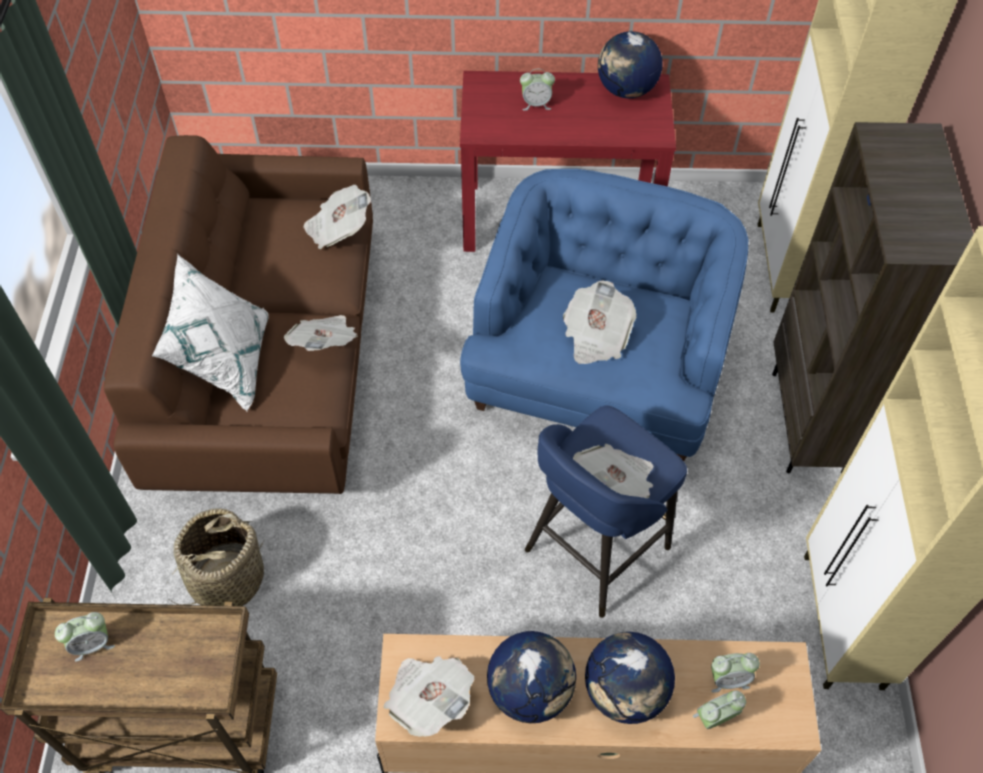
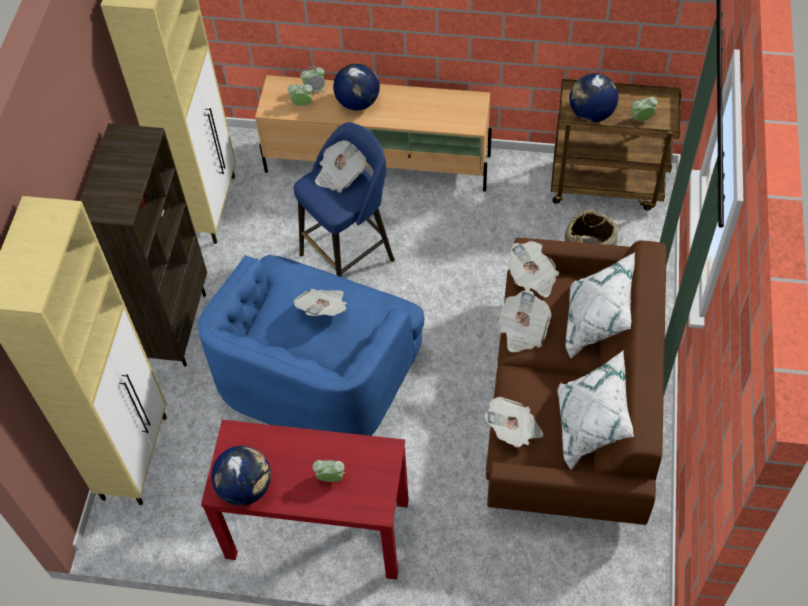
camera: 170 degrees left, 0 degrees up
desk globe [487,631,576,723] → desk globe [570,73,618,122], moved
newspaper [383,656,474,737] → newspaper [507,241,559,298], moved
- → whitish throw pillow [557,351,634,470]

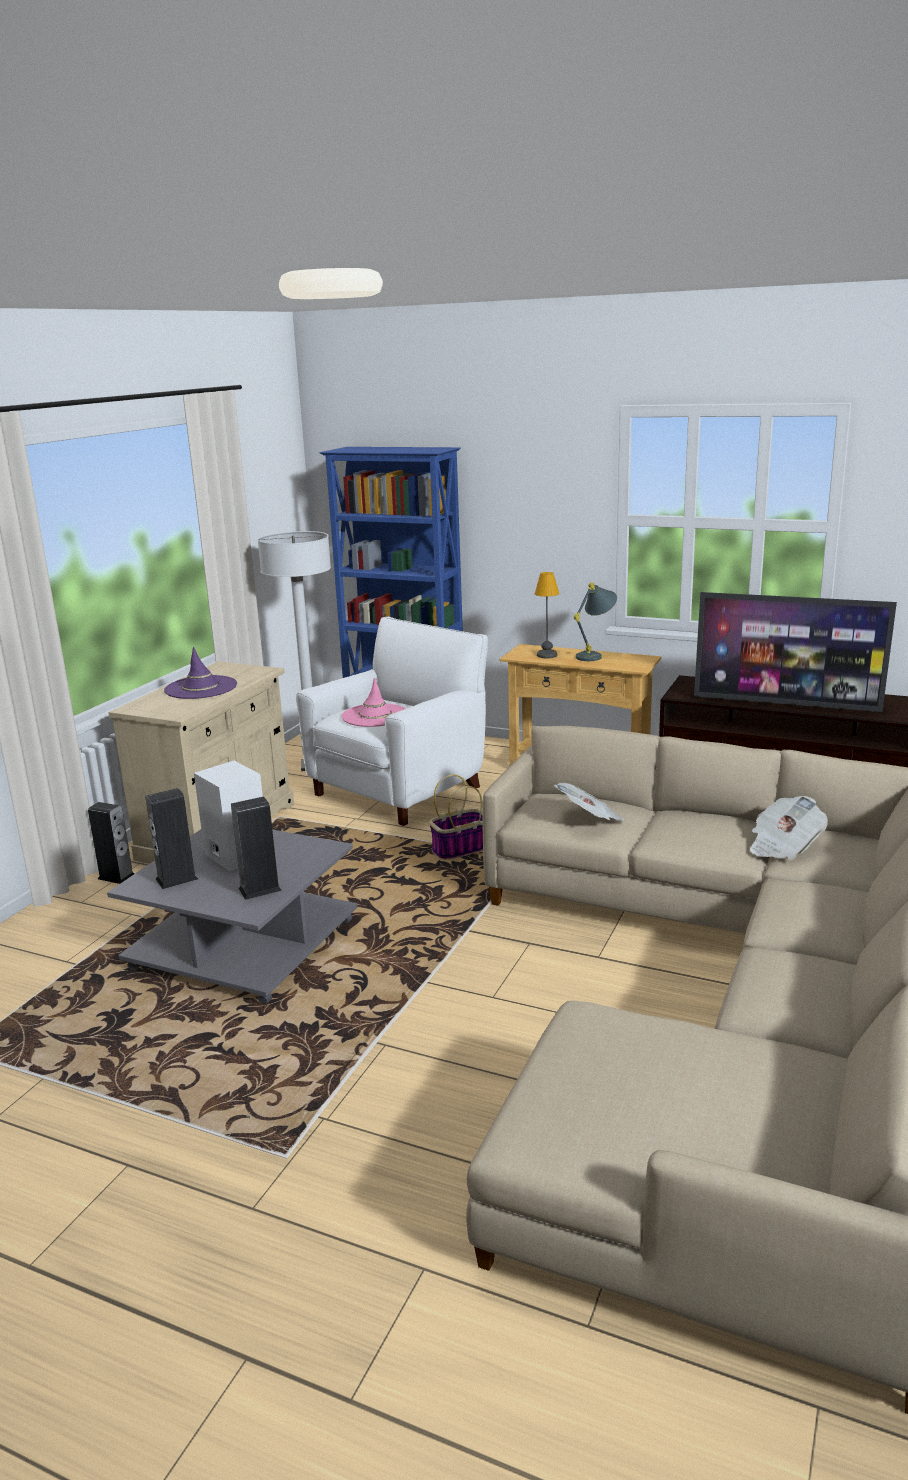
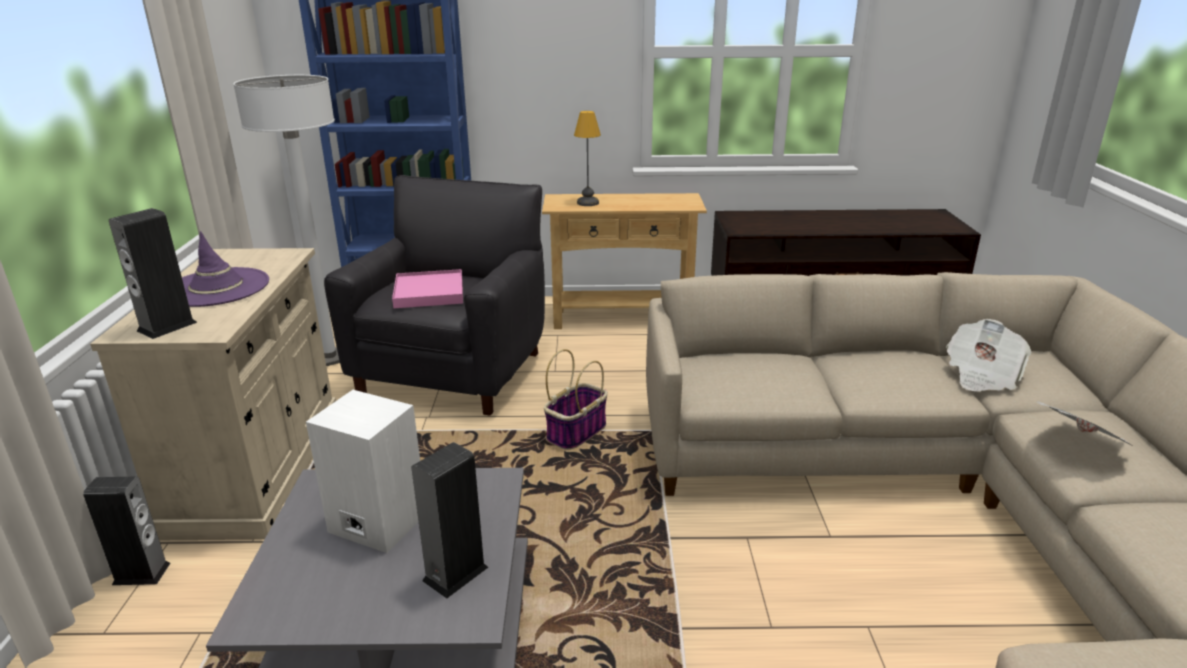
camera: 25 degrees left, 5 degrees up
gray table lamp [573,582,617,661] → -
TV [694,592,897,712] → -
whitish lounge chair [296,617,488,826] → black-coloured lounge chair [324,175,545,416]
pink-coloured wearable hat [342,677,406,727] → pink-coloured serving tray [392,269,463,308]
newspaper [554,783,626,821] → newspaper [1036,401,1132,446], moved
speaker [145,788,198,889] → speaker [109,208,197,339], moved

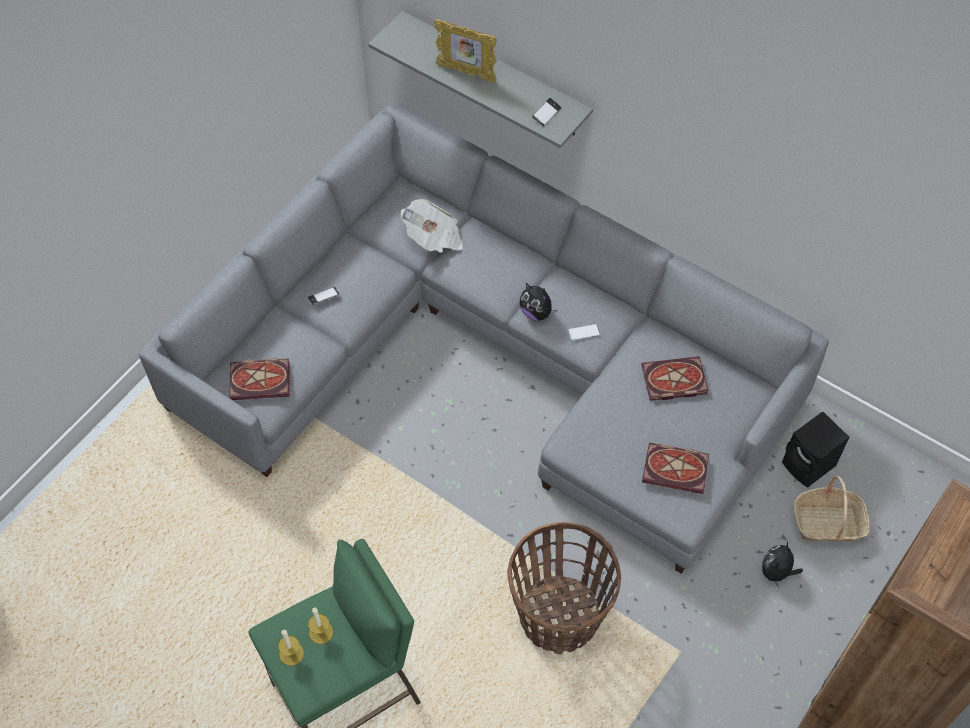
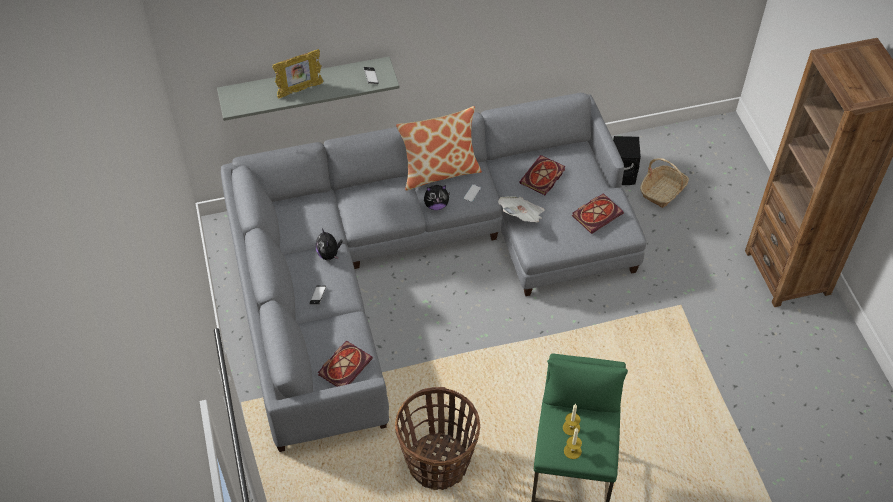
camera: 50 degrees left, 5 degrees down
newspaper [401,199,463,253] → newspaper [498,196,545,222], moved
household basket [507,522,621,654] → household basket [395,387,480,490], moved
soft toy [762,541,803,588] → soft toy [316,228,343,260], moved
- → throw pillow [396,106,482,191]

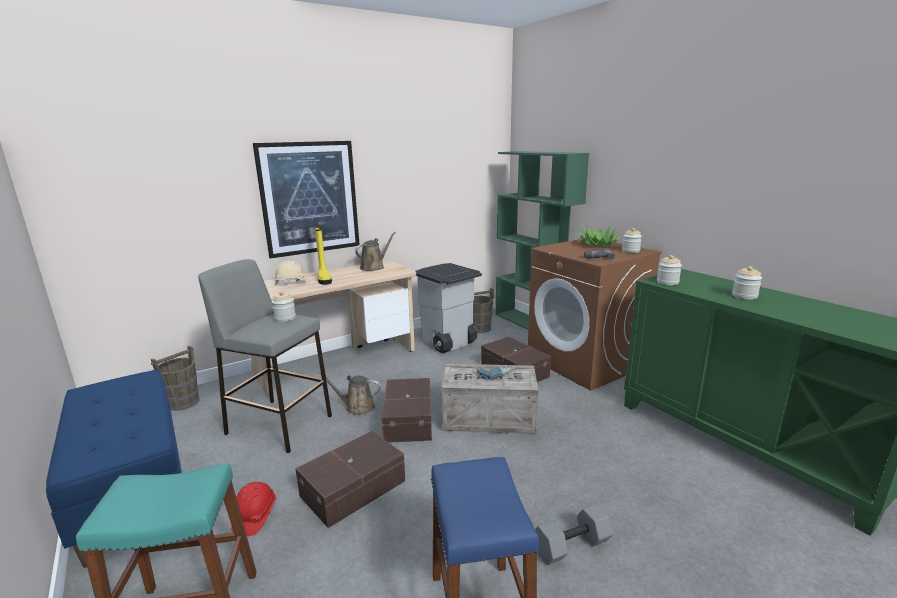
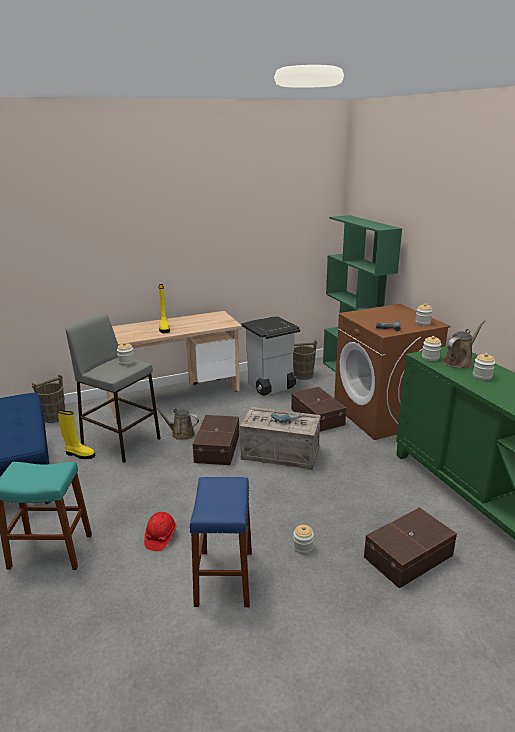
camera: 10 degrees right, 5 degrees up
picture [253,141,360,259] → -
potted plant [576,225,622,247] → -
brown-coloured sprinkling can [355,232,396,271] → brown-coloured sprinkling can [443,320,486,368], moved
sand-coloured hard hat [274,261,309,285] → -
brown-coloured storage box [295,431,405,528] → brown-coloured storage box [364,507,457,588], moved
reddish hard hat [231,482,276,536] → reddish hard hat [144,512,176,551], moved
gray free weight [535,504,613,565] → storage jar [293,525,314,554]
- → yellow-coloured tall boot [58,410,95,459]

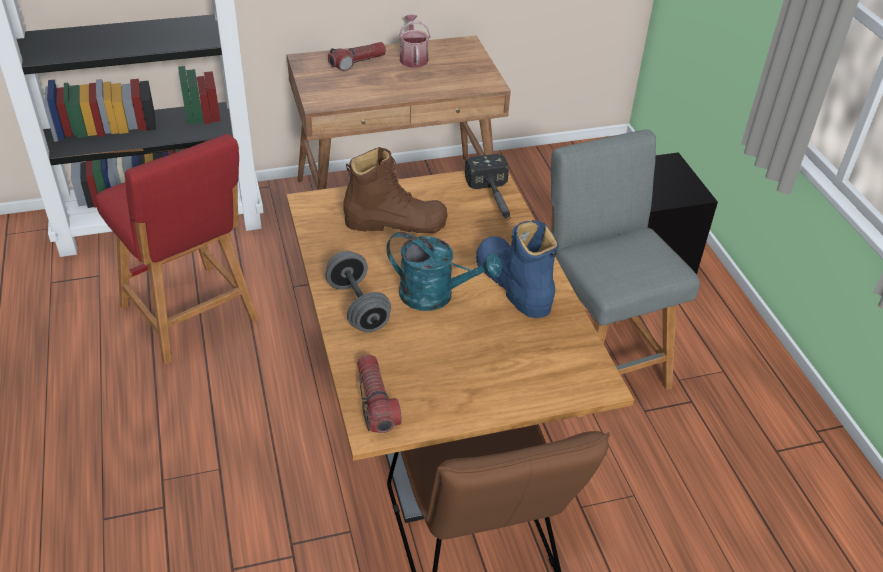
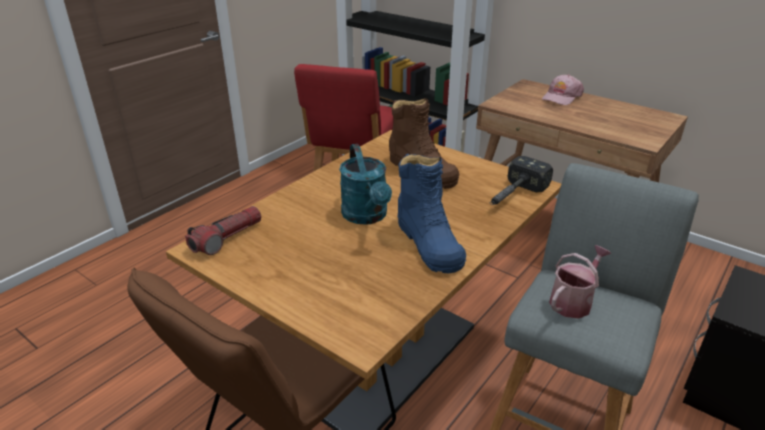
camera: 55 degrees right, 10 degrees down
sprinkling can [398,15,431,68] → sprinkling can [549,245,612,318], moved
hand torch [328,42,386,71] → pink-coloured baseball cap [542,74,584,105]
blue-coloured tall boot [476,220,559,318] → blue-coloured tall boot [398,154,466,274], 135 degrees clockwise
gray free weight [325,251,391,332] → -

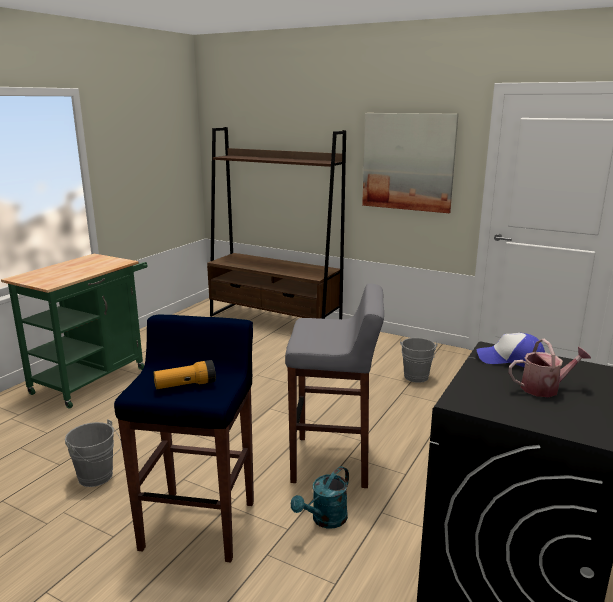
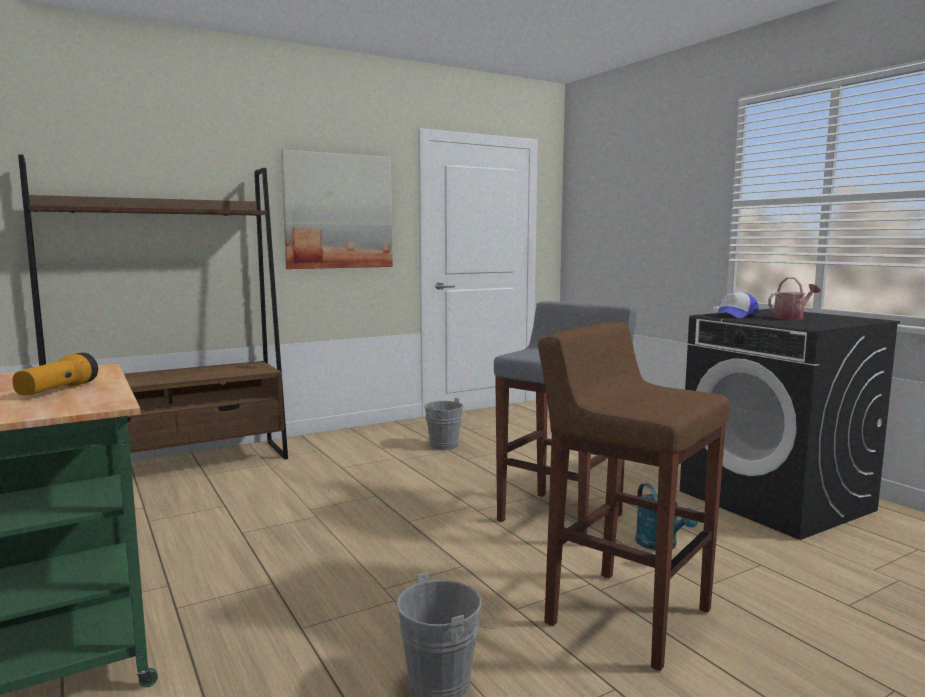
camera: 60 degrees left, 10 degrees down
blue-coloured stool [114,315,254,563] → brown-coloured stool [538,322,730,671]
sprinkling can [508,339,592,397] → sprinkling can [768,277,820,320], 45 degrees clockwise
hand torch [153,360,216,389] → hand torch [13,352,98,395], moved

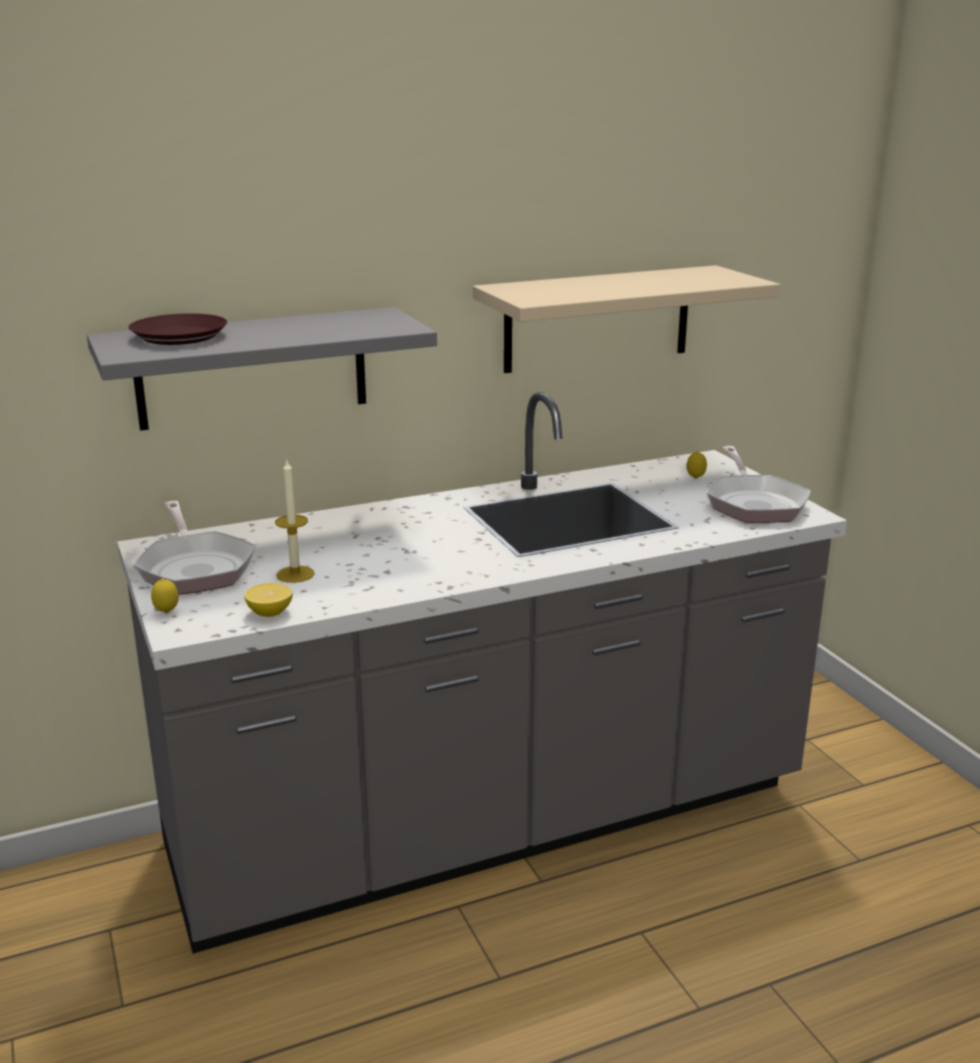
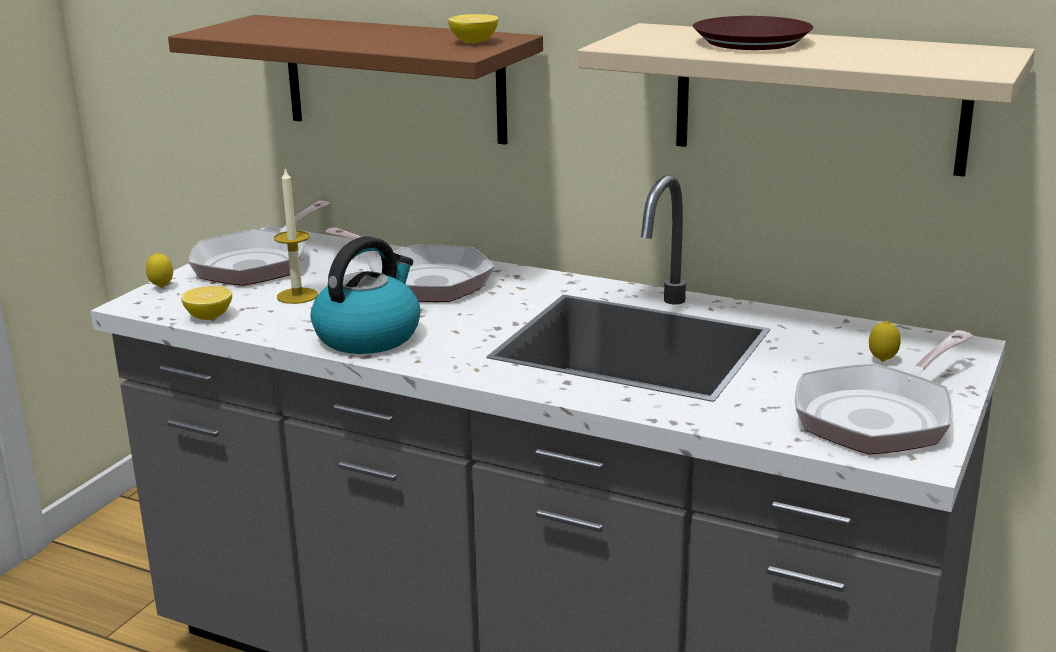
camera: 50 degrees right, 0 degrees up
gray bracket shelf [87,307,437,431] → brown-coloured bracket shelf [168,15,543,145]
brown-coloured plate [128,313,227,345] → brown-coloured plate [693,16,813,50], moved
- → whole lemon [448,14,498,44]
- → frying pan [325,227,494,302]
- → kettle [311,236,420,354]

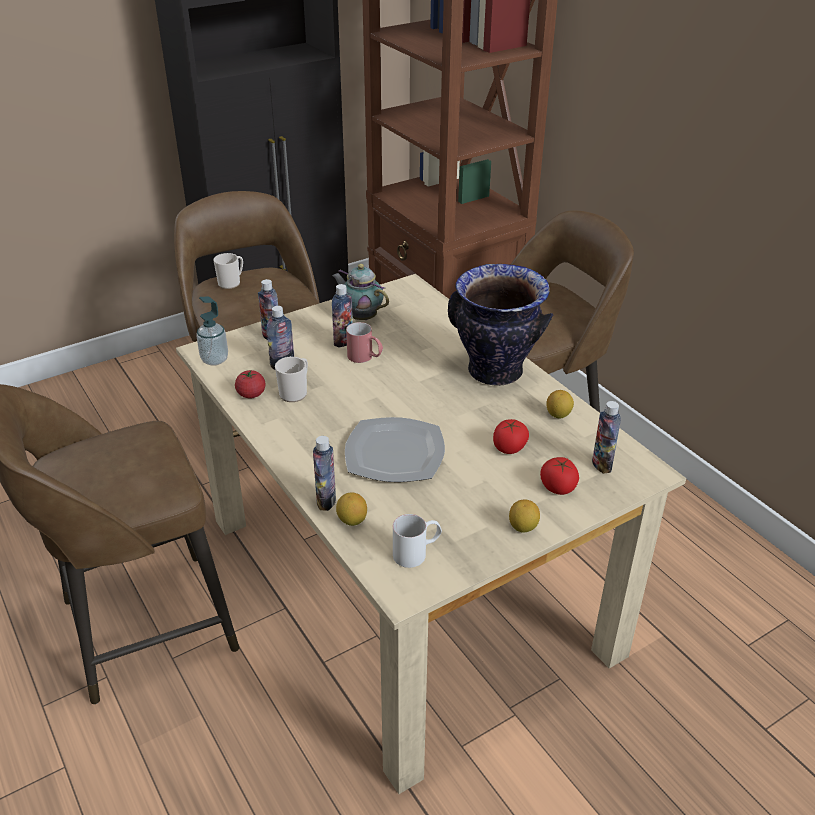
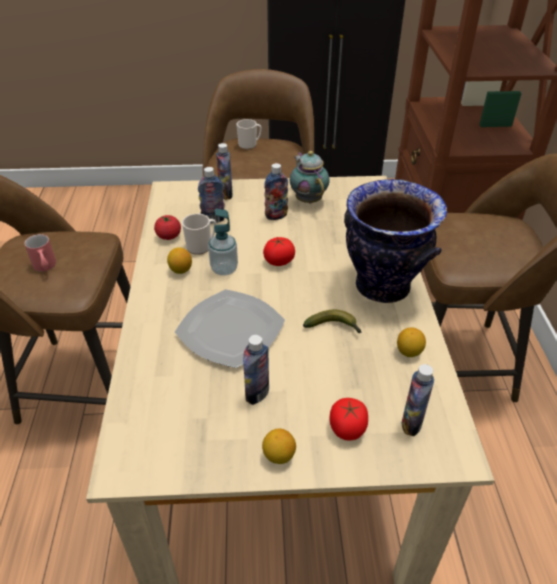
camera: 30 degrees right, 5 degrees up
liquid soap bottle [196,297,228,366] → liquid soap bottle [208,208,238,276], moved
reddish coffee mug [346,322,383,363] → reddish coffee mug [24,234,56,271], moved
whole tomato [493,419,529,454] → whole tomato [263,237,295,266], moved
beverage bottle [313,436,336,511] → beverage bottle [243,335,269,405], moved
whole lemon [336,492,367,526] → whole lemon [167,247,192,274], moved
whitish coffee mug [393,514,442,568] → -
- → whole banana [303,310,362,333]

